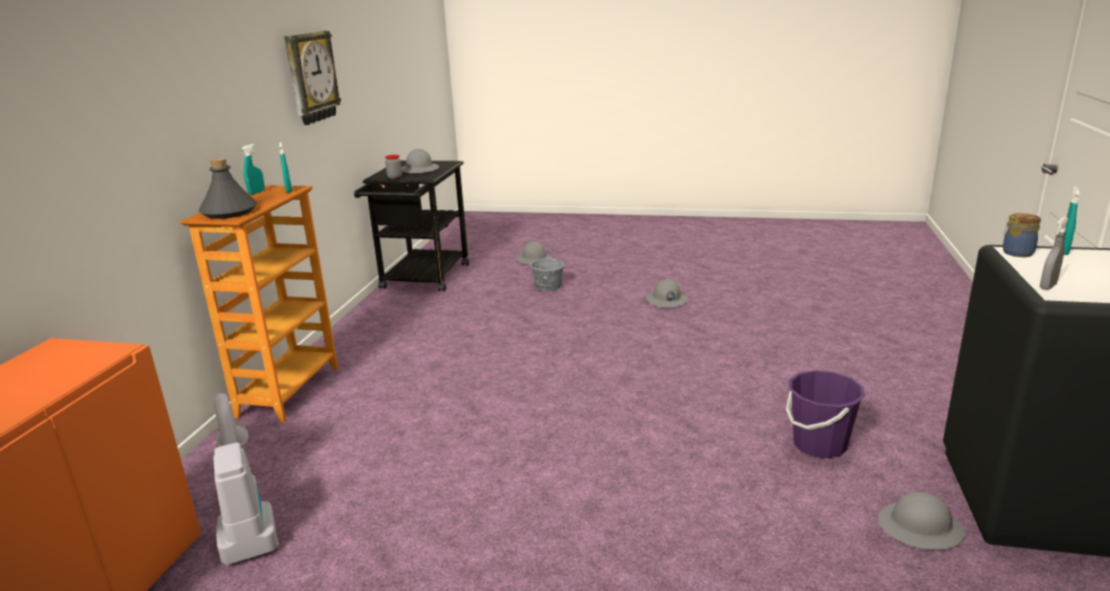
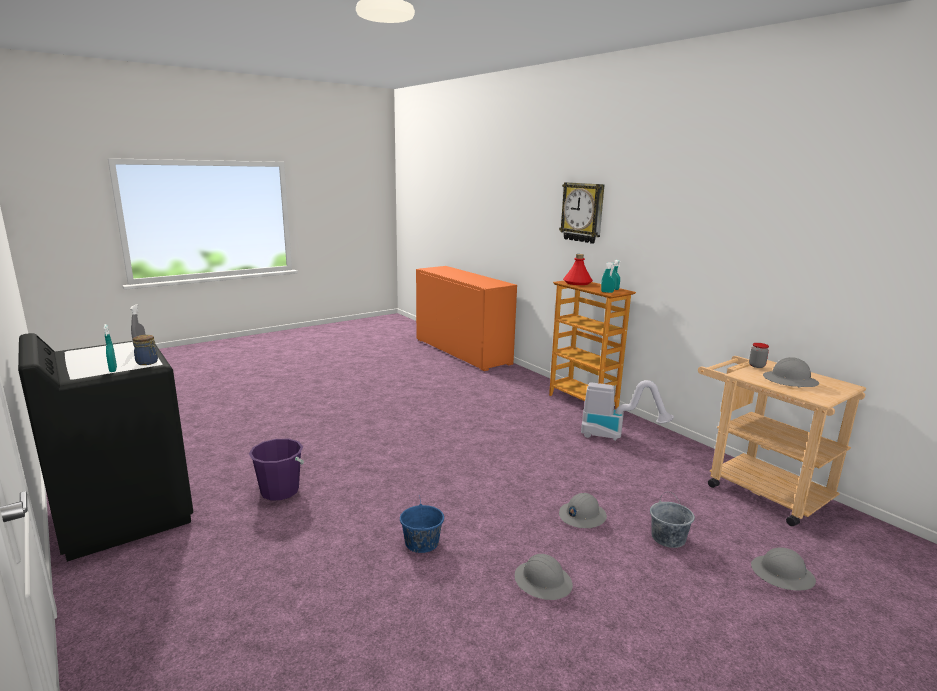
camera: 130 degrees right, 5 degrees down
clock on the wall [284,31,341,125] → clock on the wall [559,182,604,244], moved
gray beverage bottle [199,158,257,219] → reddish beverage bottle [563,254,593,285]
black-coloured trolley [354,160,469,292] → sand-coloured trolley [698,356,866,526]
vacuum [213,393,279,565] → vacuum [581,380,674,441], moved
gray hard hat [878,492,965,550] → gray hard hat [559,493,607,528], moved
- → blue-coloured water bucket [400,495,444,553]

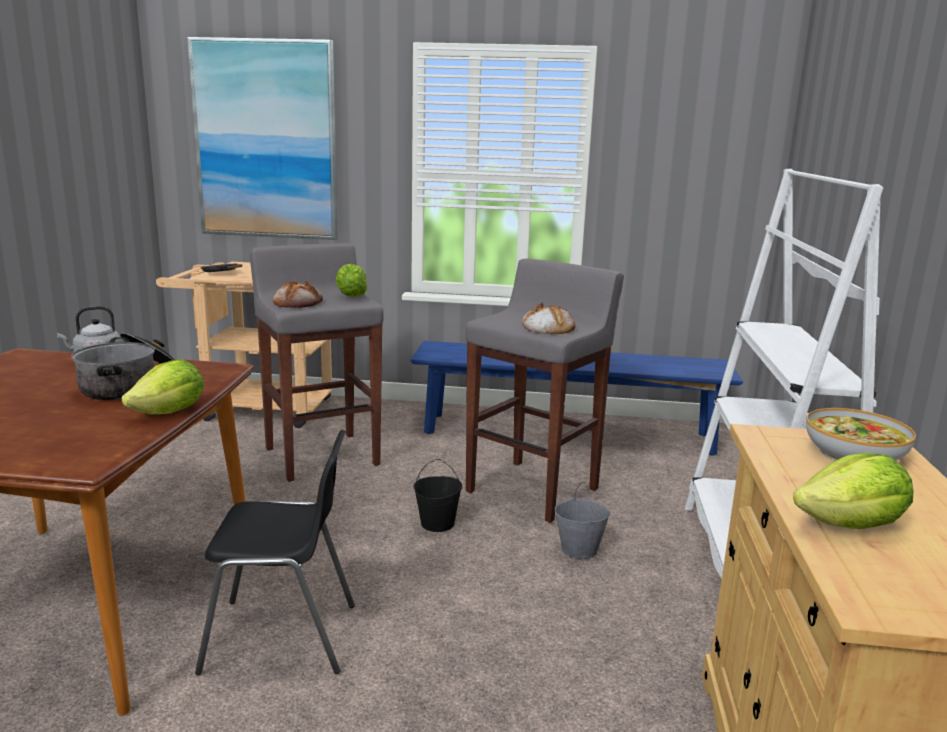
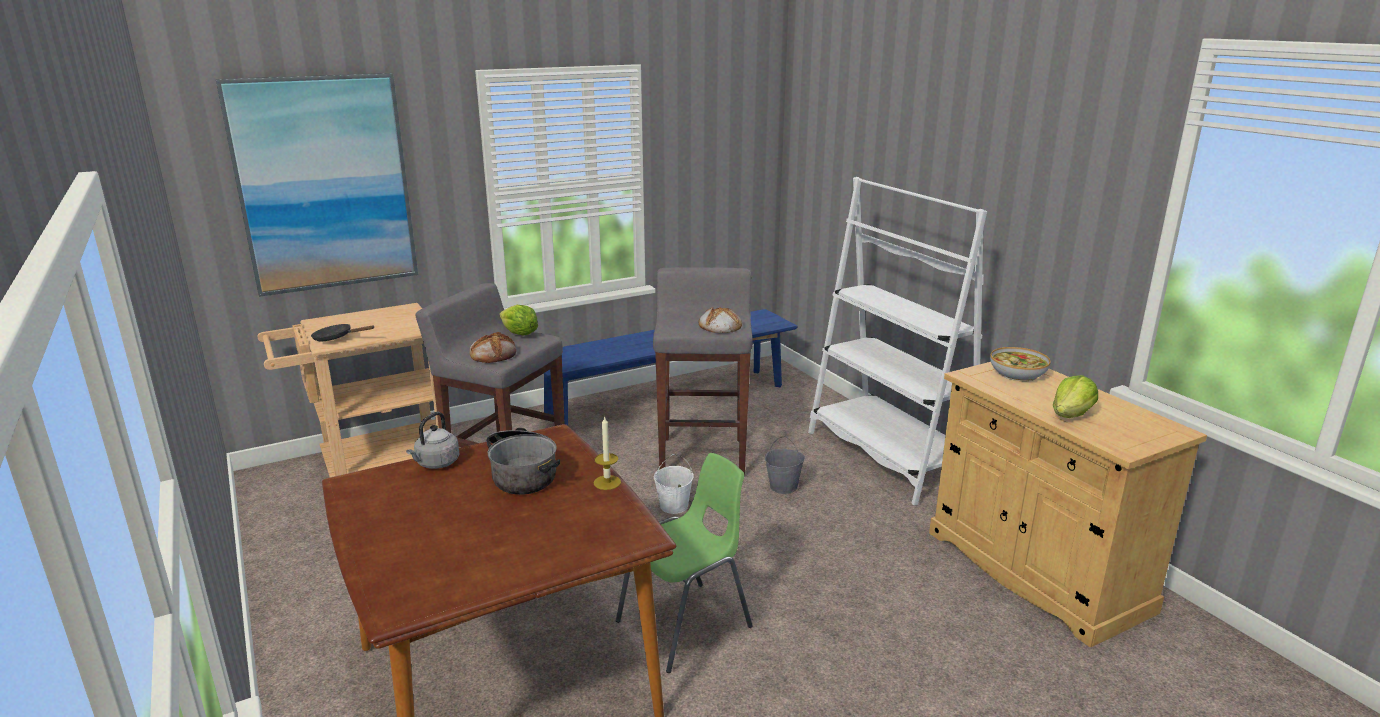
camera: 35 degrees left, 5 degrees up
lettuce [122,359,204,414] → wax light [594,416,621,490]
black-coloured chair [195,430,355,676] → greenish chair [616,453,753,673]
black-coloured water bucket [414,459,462,532] → whitish water bucket [654,454,694,514]

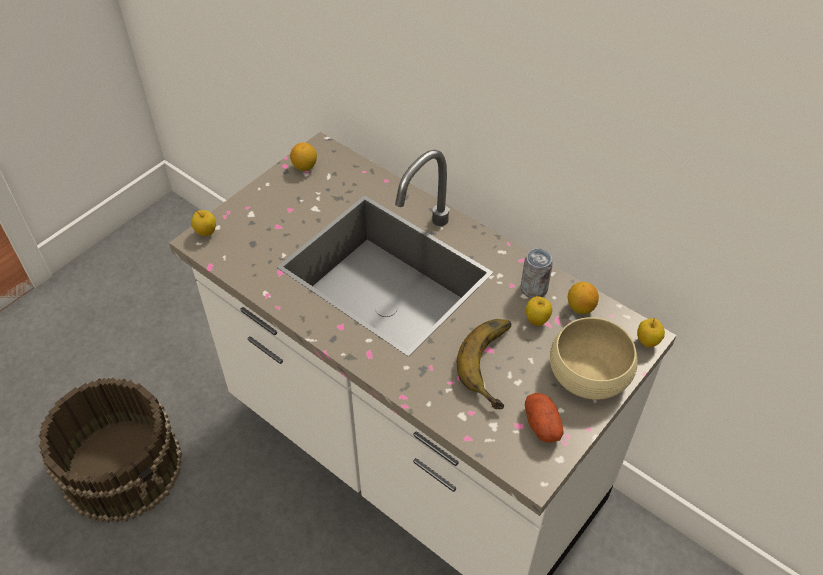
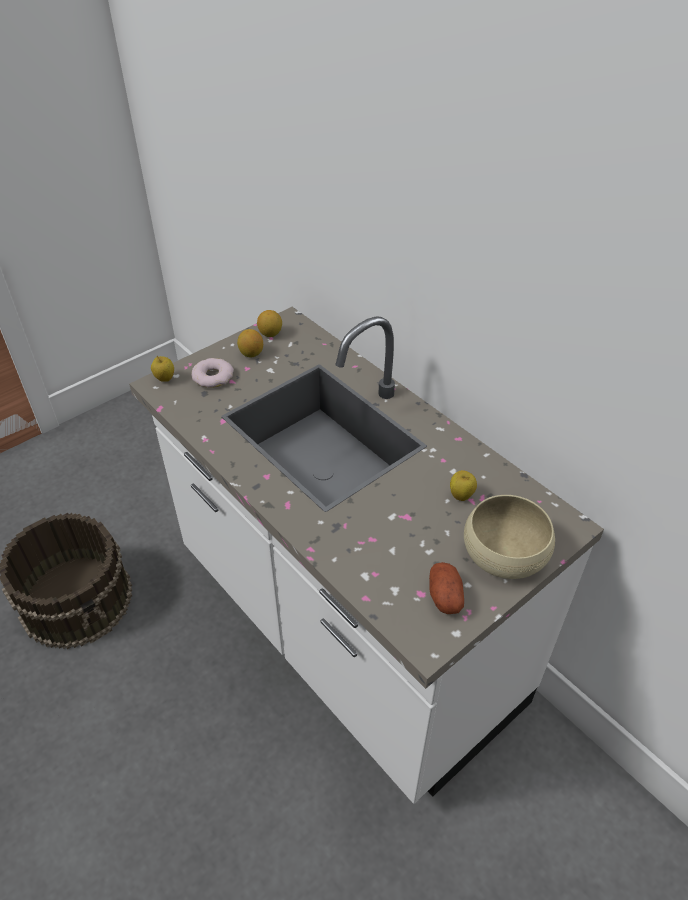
camera: 10 degrees right, 5 degrees down
metal can [521,248,553,298] → -
whole lemon [568,282,599,314] → whole lemon [237,329,263,357], moved
apple fruit [637,318,665,348] → -
whole banana [457,319,511,409] → -
- → ring doughnut [191,358,234,388]

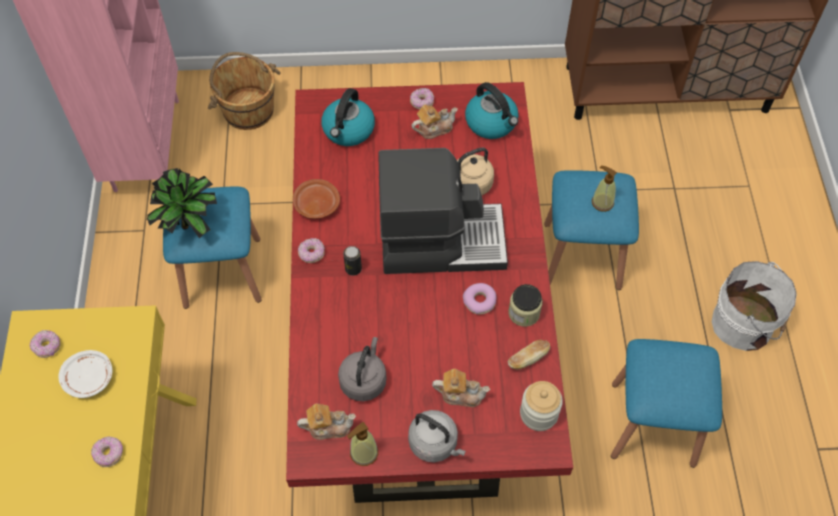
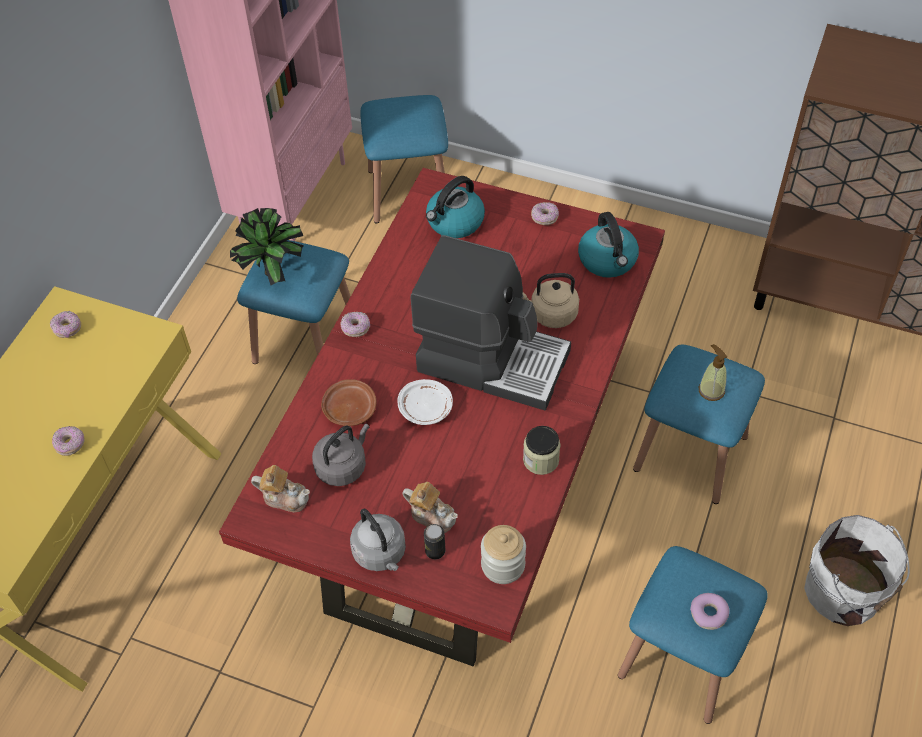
camera: 25 degrees right, 5 degrees down
brown-coloured water bucket [208,52,281,130] → blue-coloured stool [361,95,448,223]
pot for tea [411,105,458,139] → -
brown-coloured plate [293,179,340,219] → brown-coloured plate [321,379,377,426], moved
metal can [343,246,362,276] → metal can [424,524,445,559], moved
ring doughnut [463,283,497,315] → ring doughnut [690,593,729,630], moved
bakery bread [508,340,550,370] → -
whitish plate [58,350,112,398] → whitish plate [397,379,453,425], moved
liquid soap bottle [347,422,378,466] → -

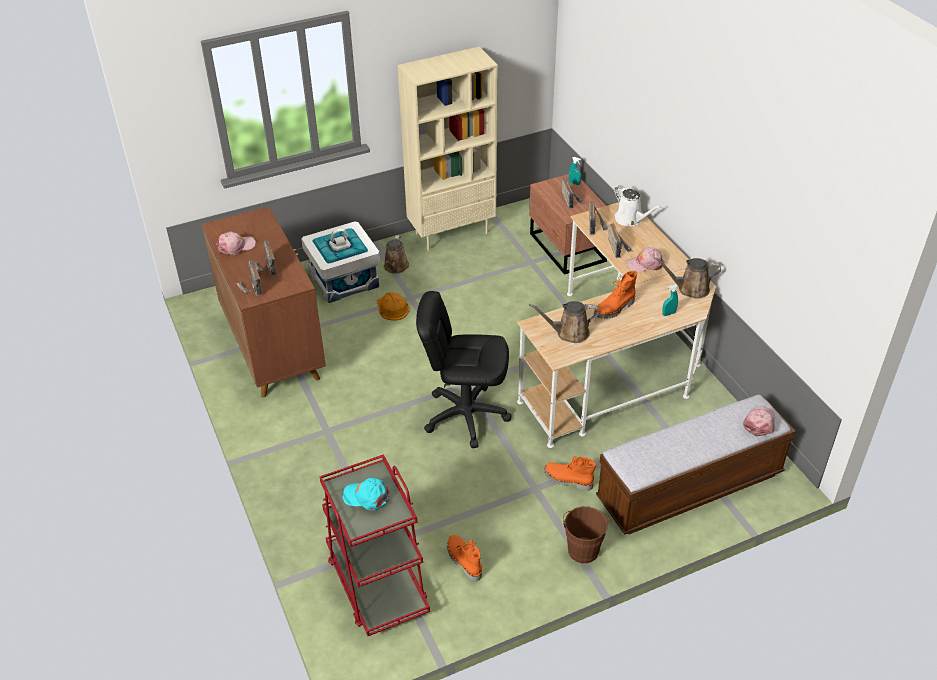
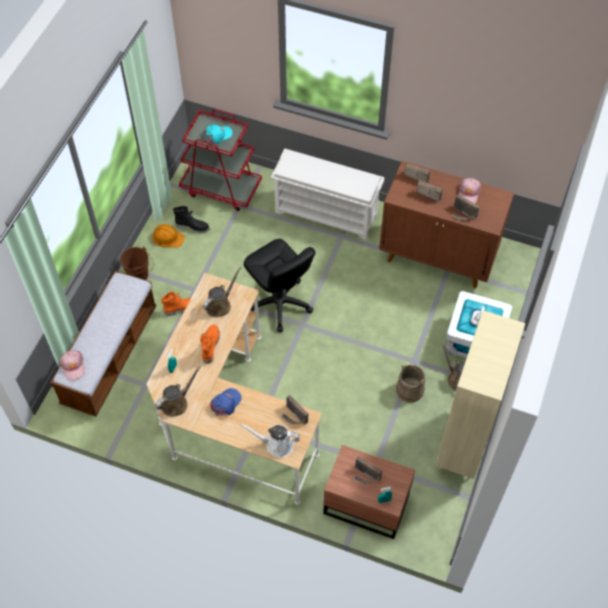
camera: 135 degrees right, 15 degrees up
radio set [609,223,632,258] → radio set [452,195,479,221], moved
pink-coloured baseball cap [626,247,665,273] → blue-coloured baseball cap [210,388,241,416]
black-coloured desk chair [416,291,512,449] → black-coloured desk chair [244,239,316,332], 90 degrees clockwise
orange-coloured hard hat [377,292,410,321] → orange-coloured hard hat [153,224,185,248], moved
orange-coloured tall boot [447,535,482,582] → black-coloured tall boot [173,206,210,233]
- → whitish shoe rack [271,149,384,240]
- → sand-coloured water bucket [396,365,425,402]

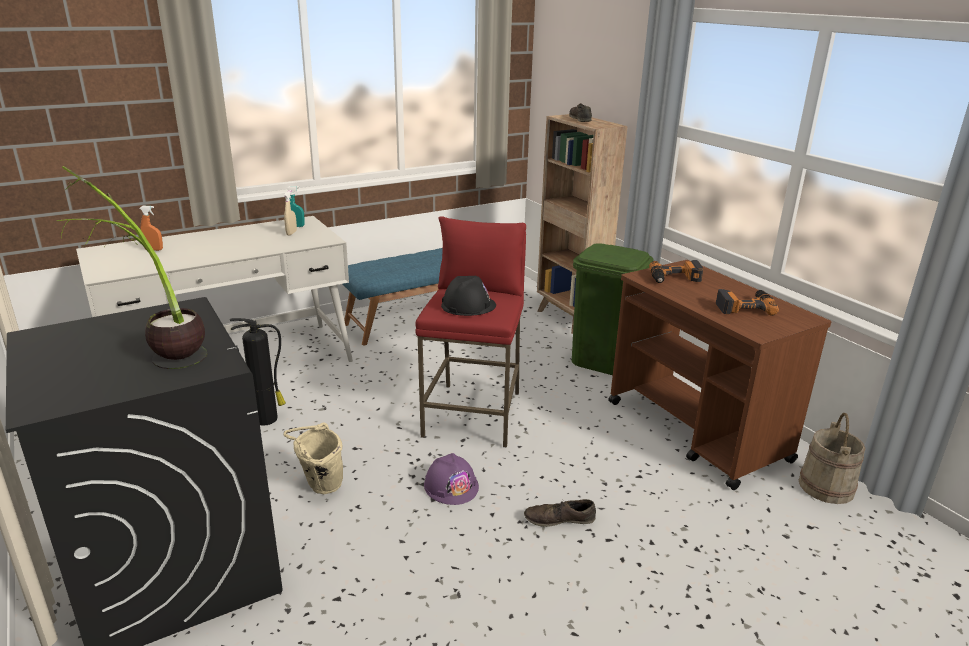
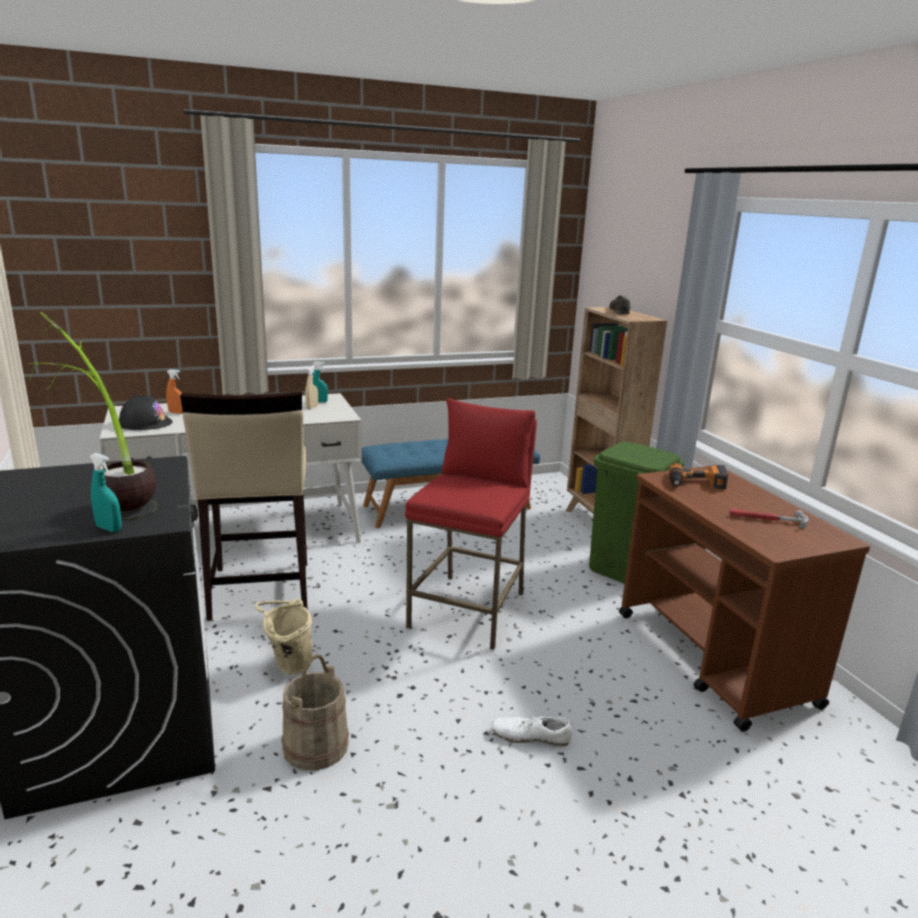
camera: 10 degrees right, 5 degrees down
black-coloured hard hat [441,276,496,316] → black-coloured hard hat [119,395,173,430], moved
power drill [715,289,779,316] → hand hammer [729,509,808,529]
extinguisher [230,318,286,426] → sand-coloured stool [180,391,308,621]
sand-coloured water bucket [799,413,865,504] → sand-coloured water bucket [282,654,349,771], moved
purple hard hat [424,453,479,505] → -
brown-coloured item of footwear [524,499,596,527] → whitish item of footwear [491,714,572,746]
- → turquoise hand sprayer [90,453,122,532]

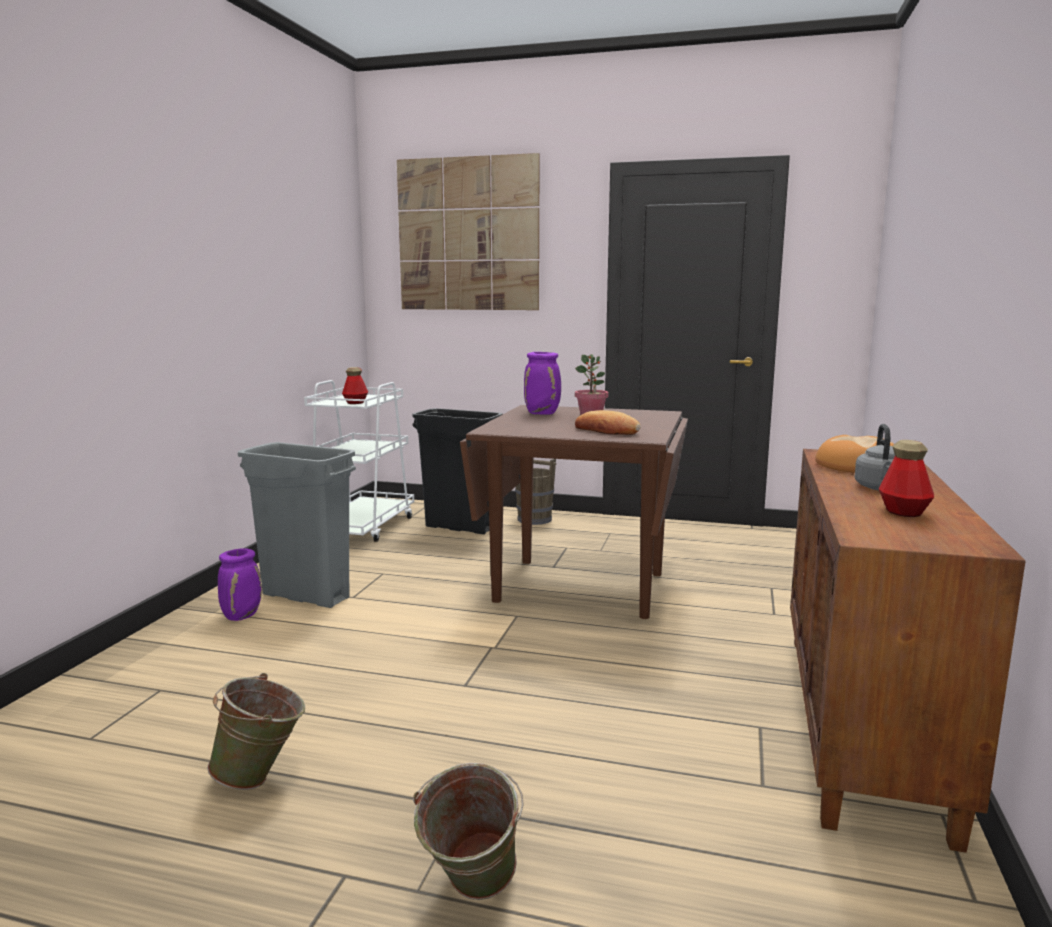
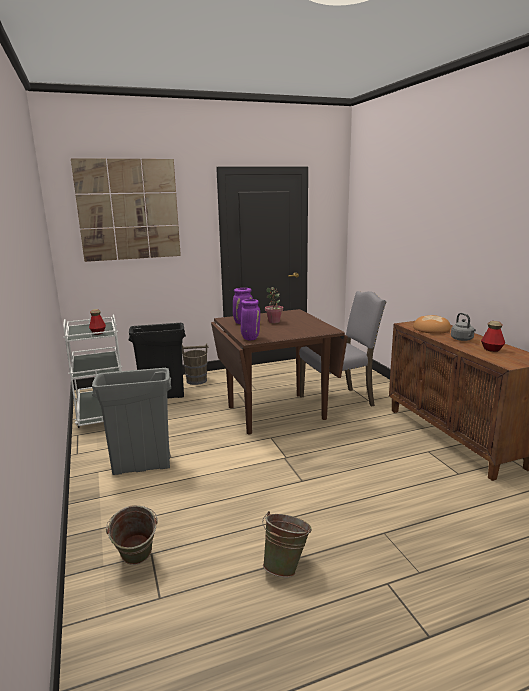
camera: 35 degrees left, 5 degrees up
bakery bread [575,410,640,435] → -
purple decorative vase [218,548,261,621] → purple decorative vase [241,299,260,340], moved
greenish water bucket [413,763,524,900] → greenish water bucket [106,505,158,565], moved
- → gray chair [299,291,387,417]

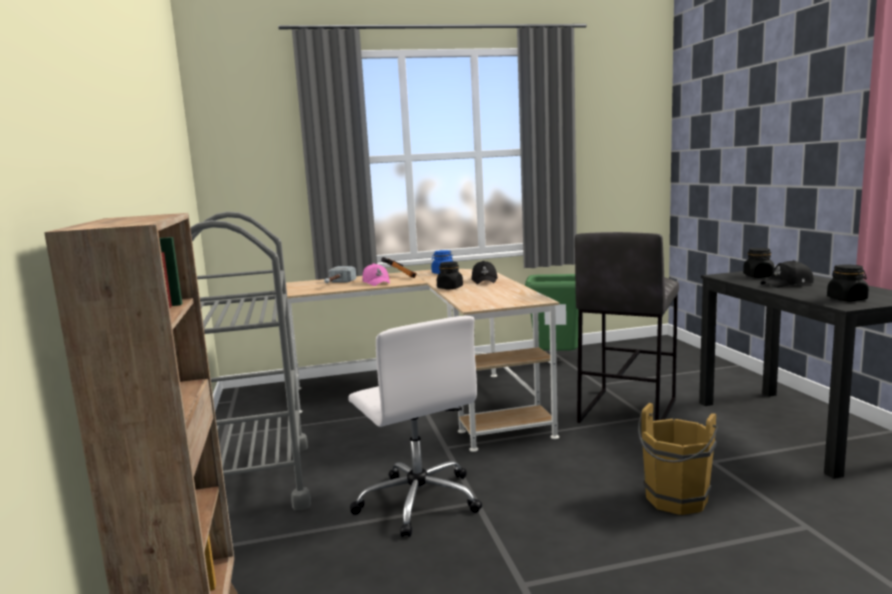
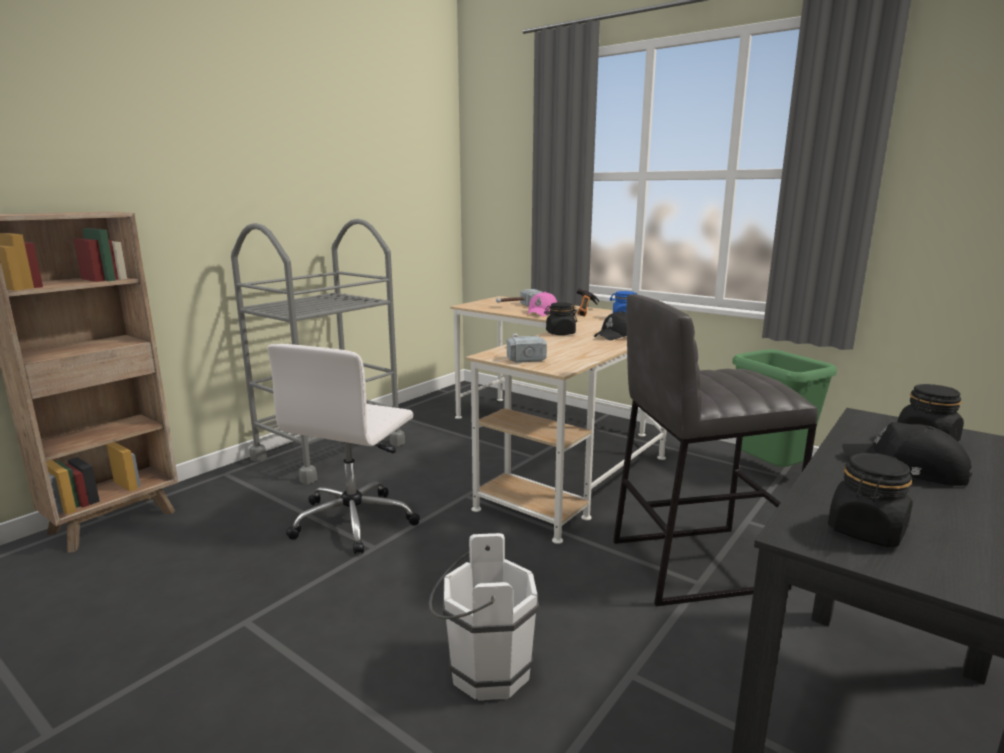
camera: 50 degrees right, 5 degrees up
brown-coloured water bucket [638,403,718,515] → whitish water bucket [428,533,539,701]
- → hand hammer [507,333,547,363]

